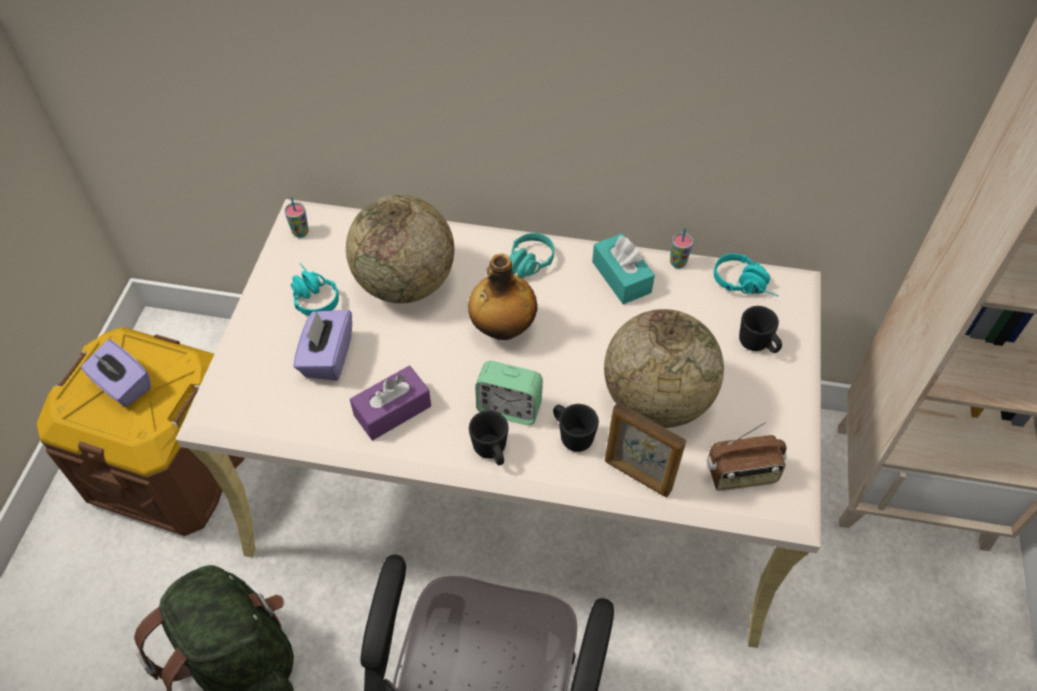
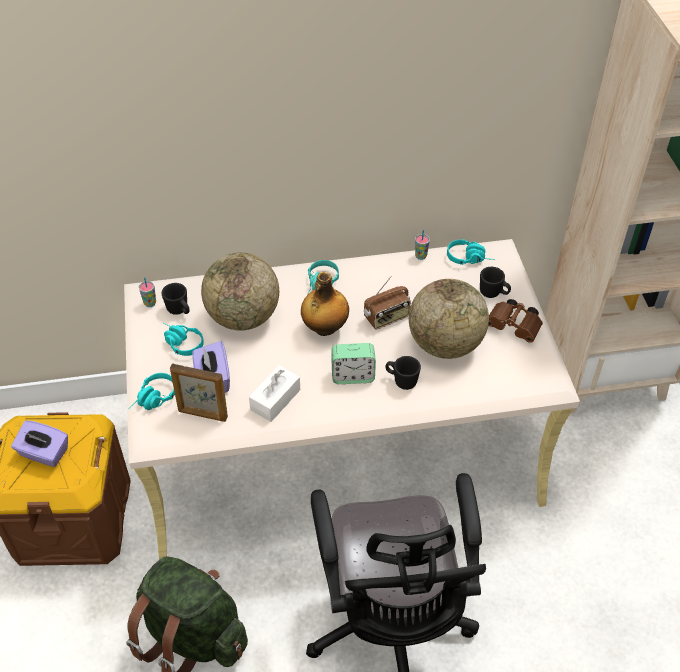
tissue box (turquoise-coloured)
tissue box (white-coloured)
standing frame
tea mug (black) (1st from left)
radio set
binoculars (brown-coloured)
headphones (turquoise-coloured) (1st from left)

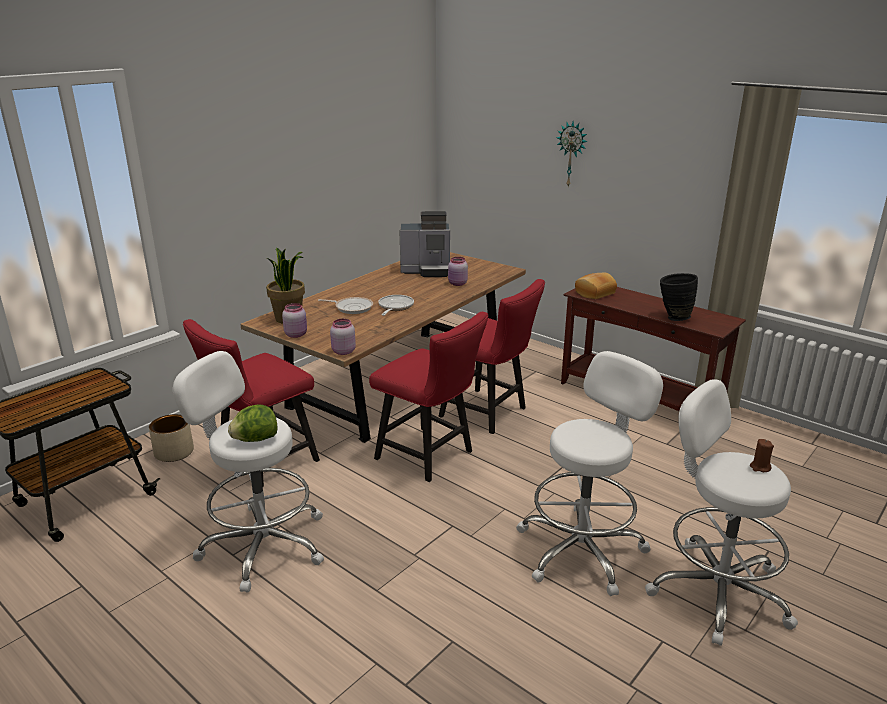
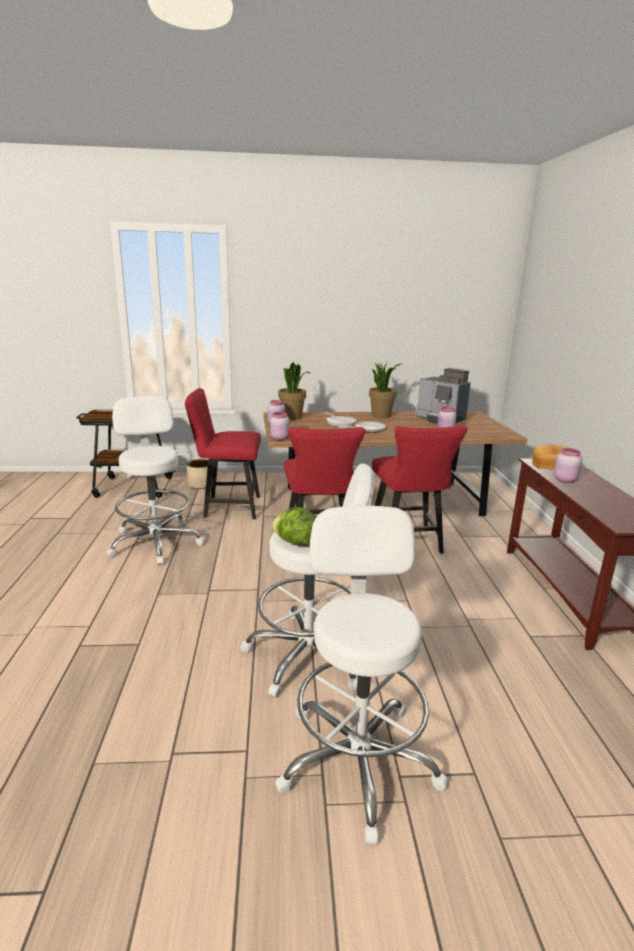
hanging clock
flower vase (black)
lettuce
wax candle (brown-coloured)
potted plant (2nd from left)
storage jar (pink-coloured) (4th from left)

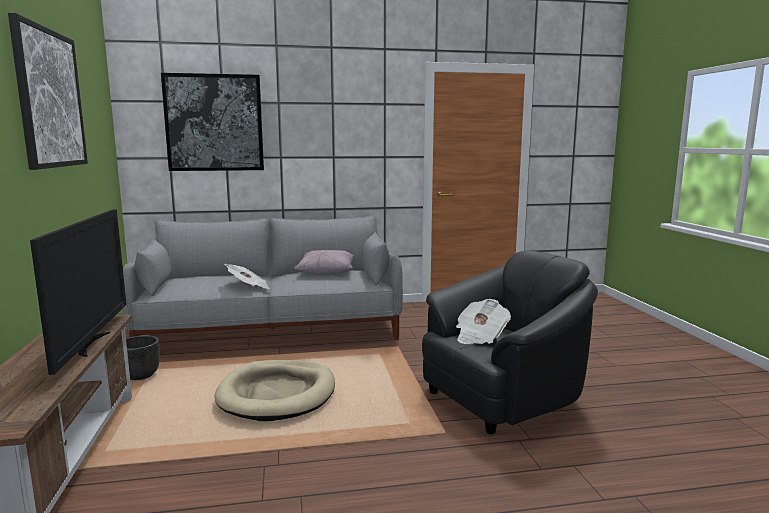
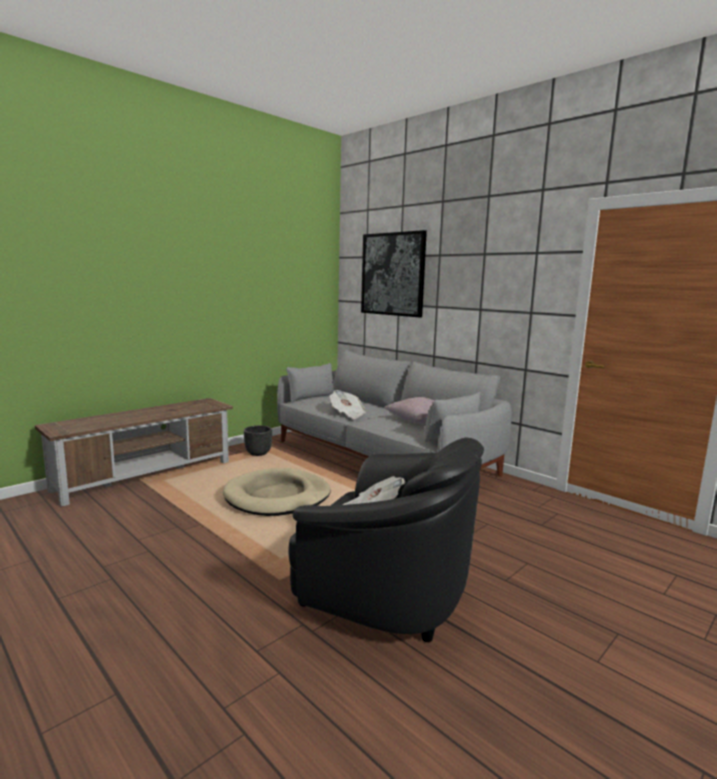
wall picture (1st from left in the first image)
TV set

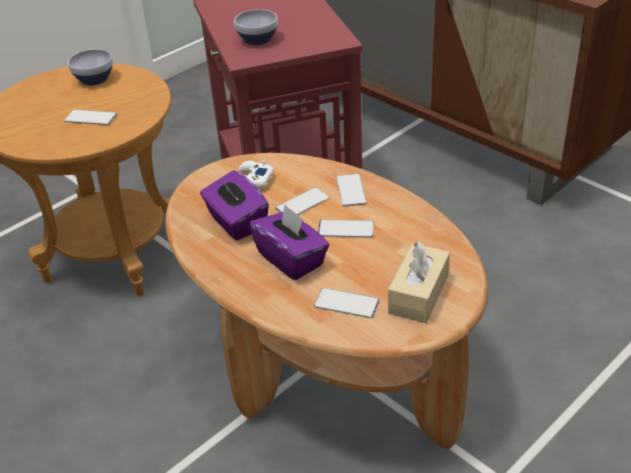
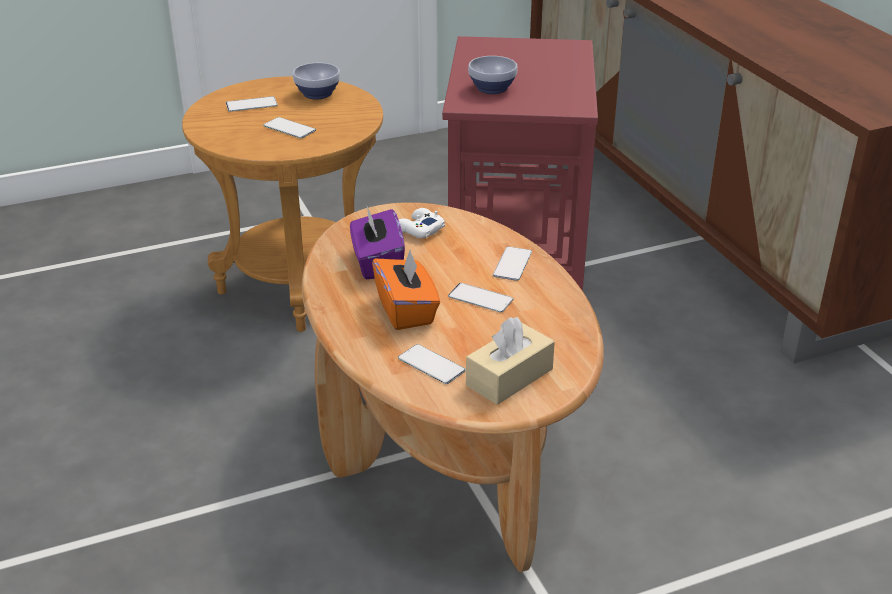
handset (1st from left)
tissue box (orange-coloured)

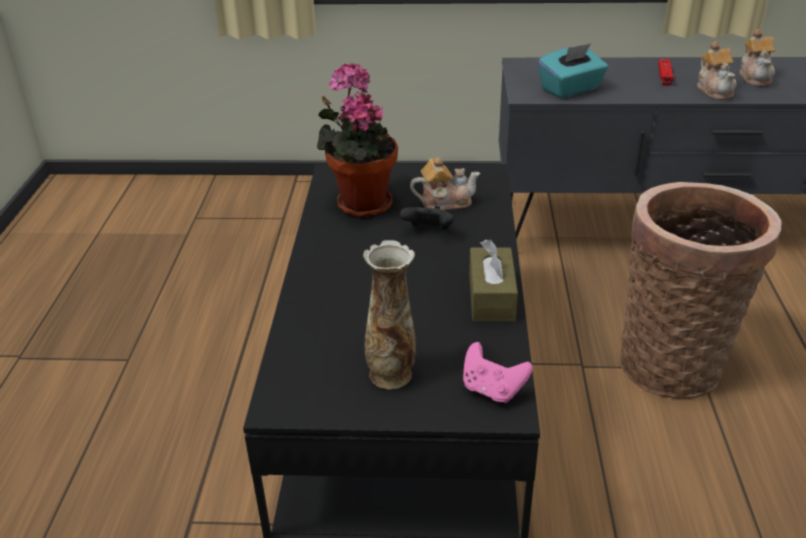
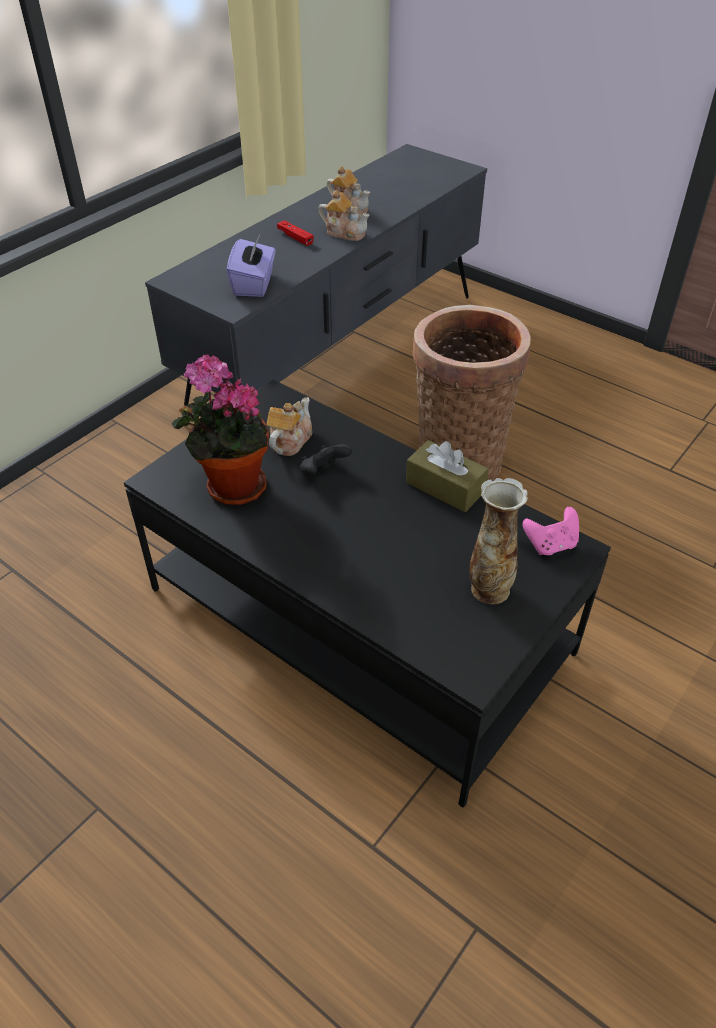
tissue box (purplish)

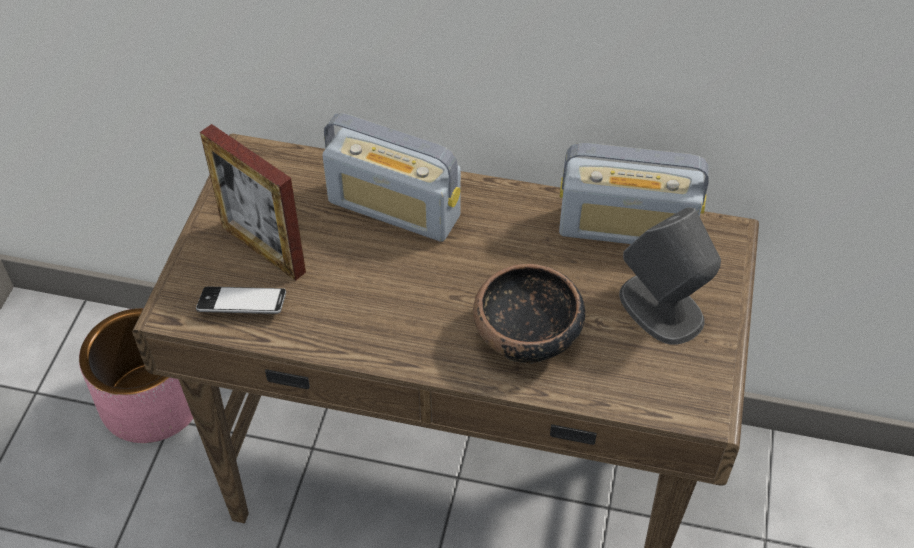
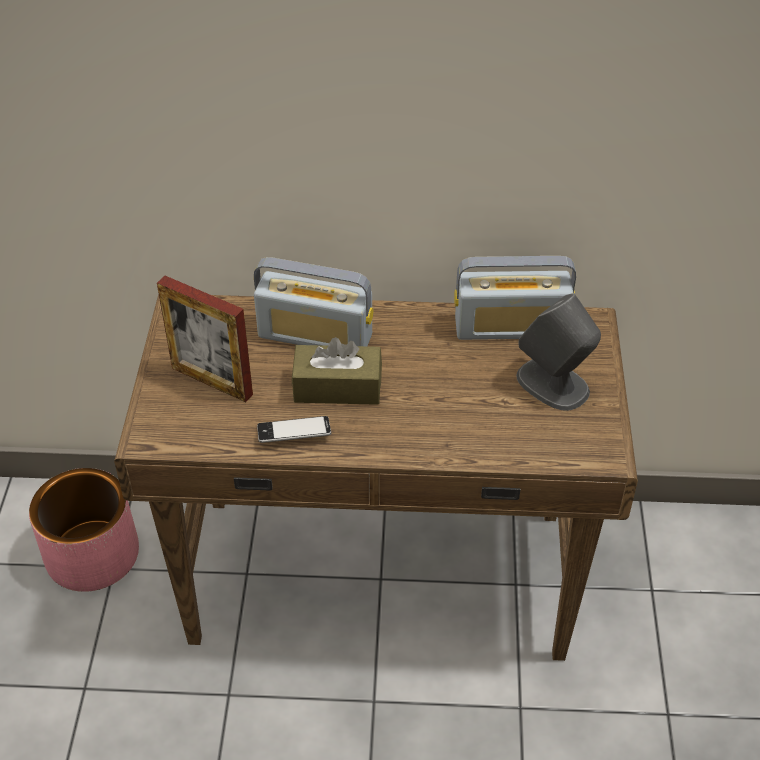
deep dish
handset
tissue box (brown-coloured)

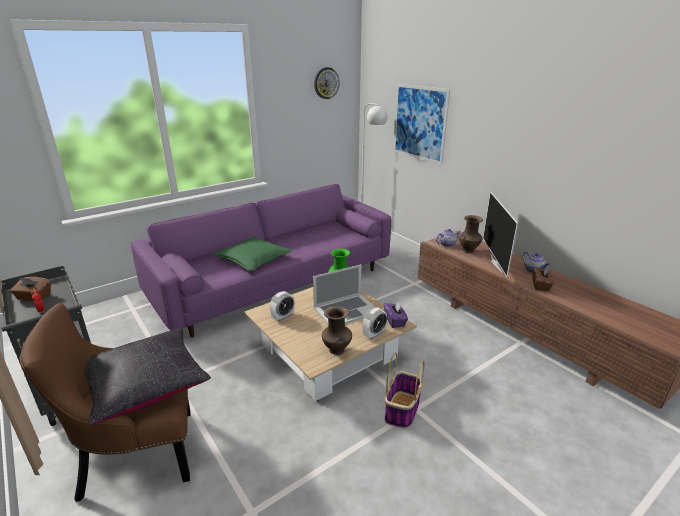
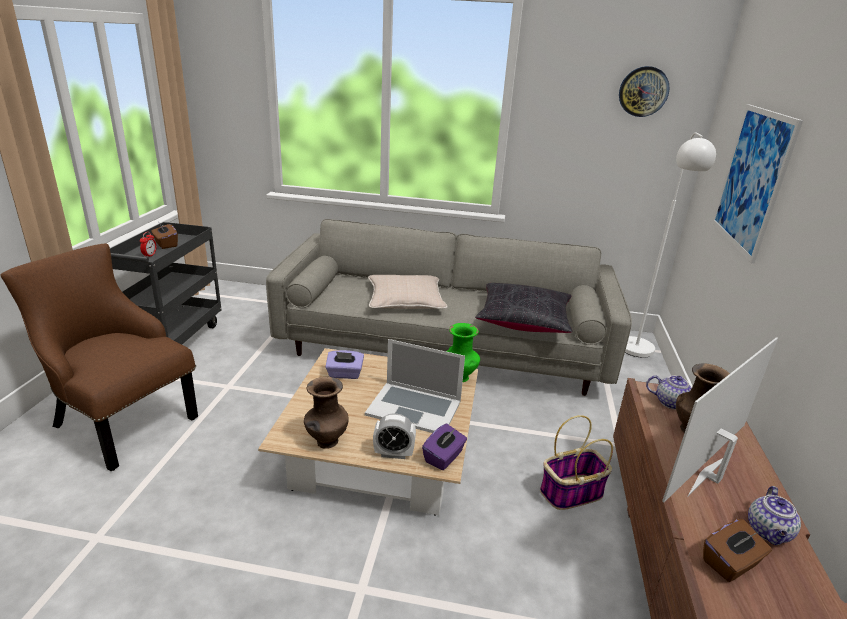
settee (greyish)
pillow (beige)
tissue box (purplish) (1st from left)
pillow (black)
storage basket

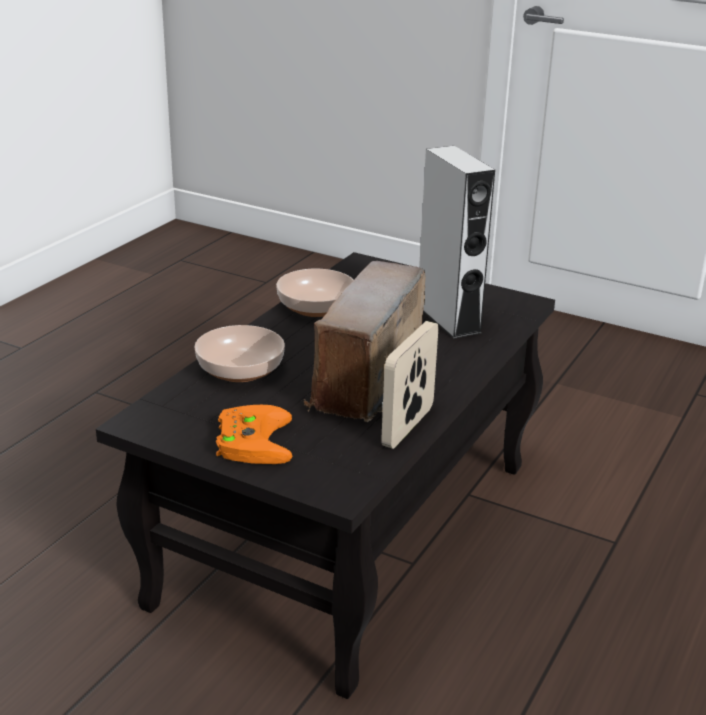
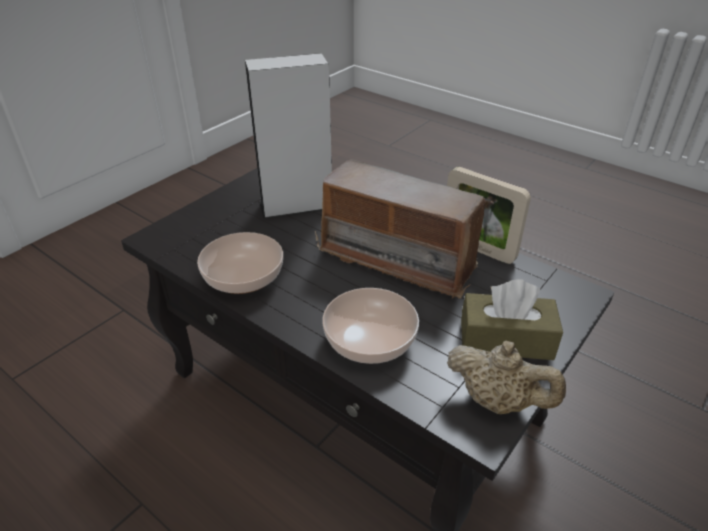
tissue box (brown-coloured)
pot for tea (beige)

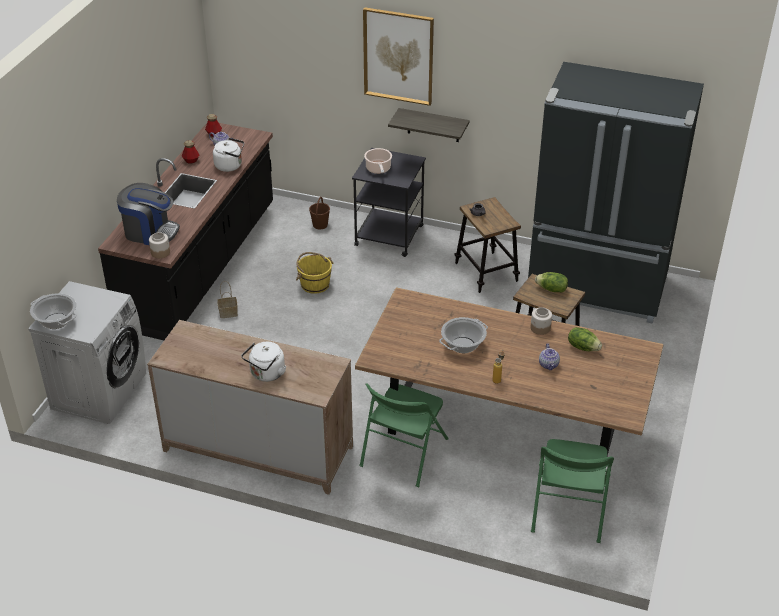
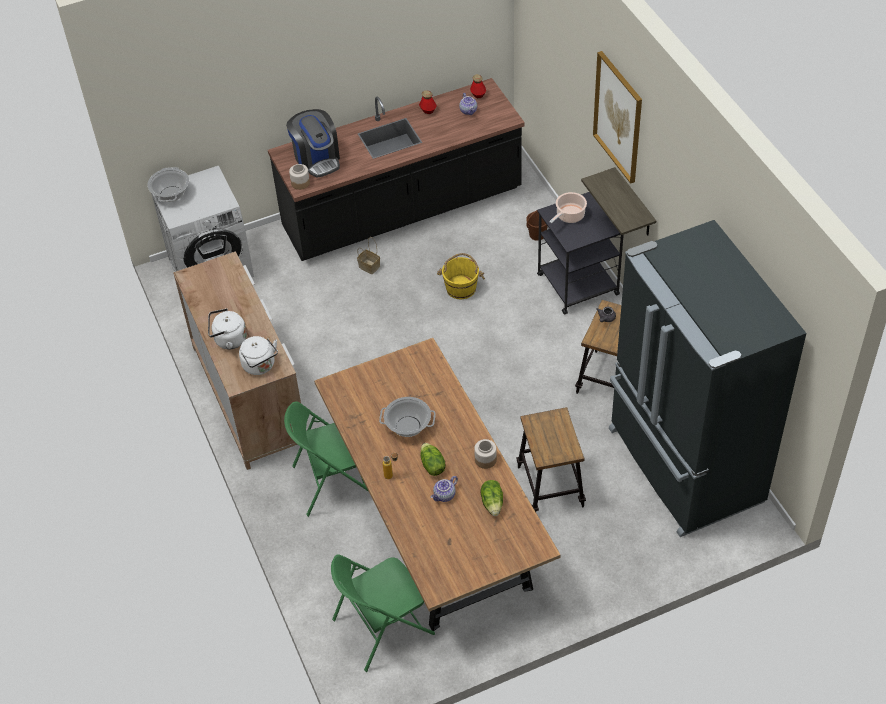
water kettle (white-coloured) (2nd from left)
lettuce (1st from left)

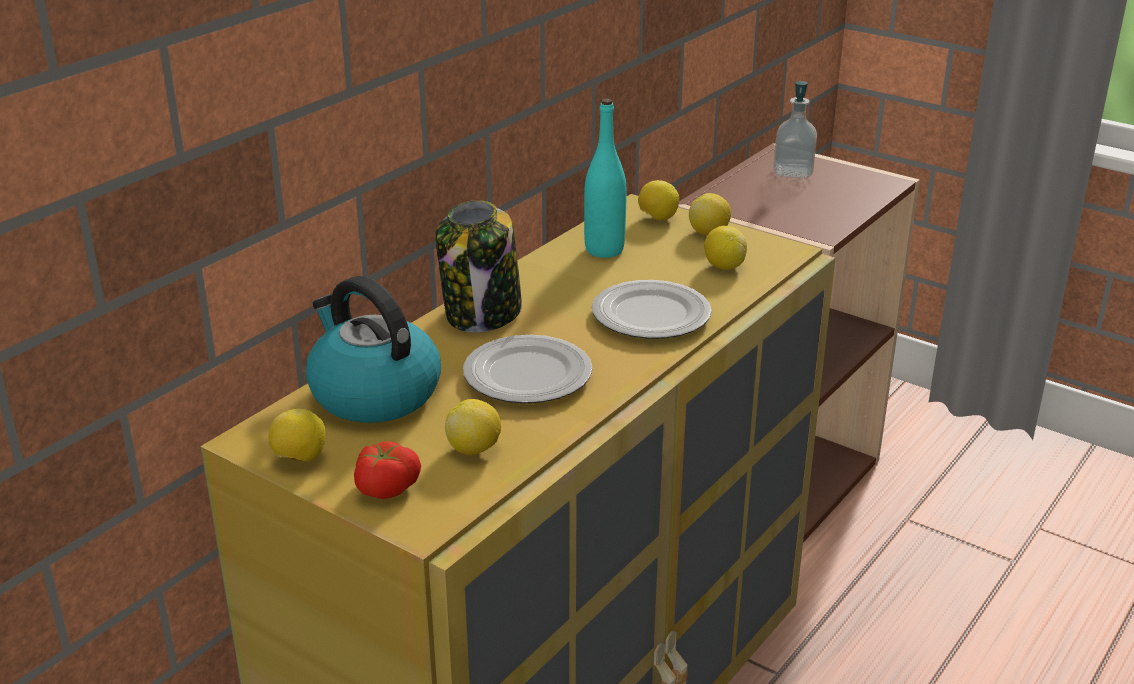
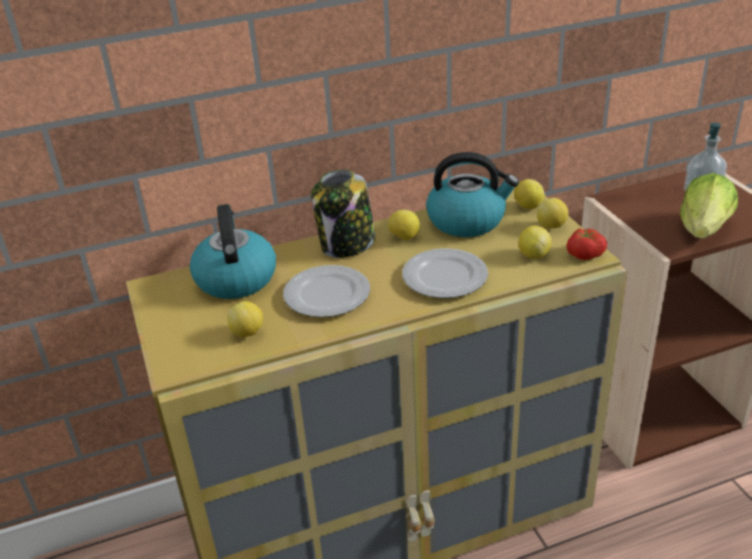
water kettle (2nd from left)
whole lemon (2nd from left)
tomato
lettuce

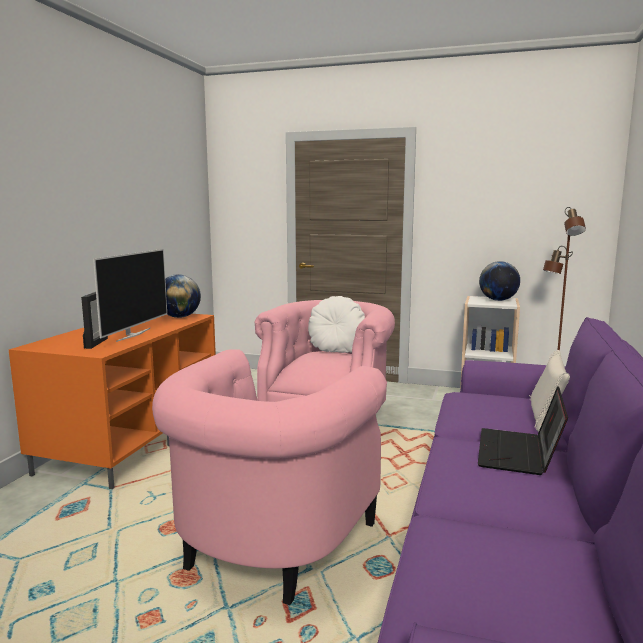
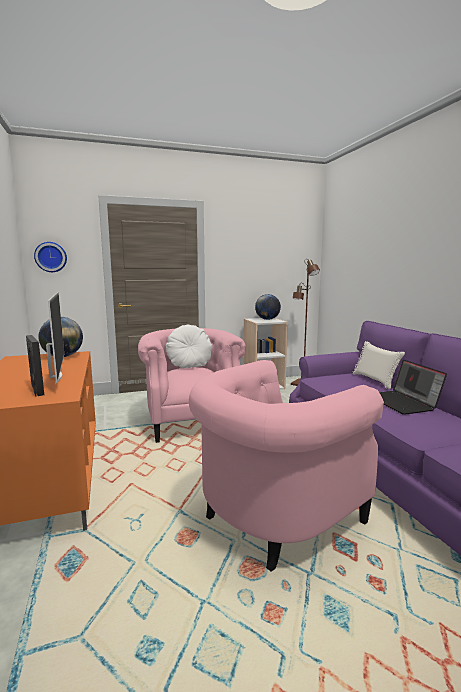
easy chair (pink-coloured) (2nd from left)
hanging clock

